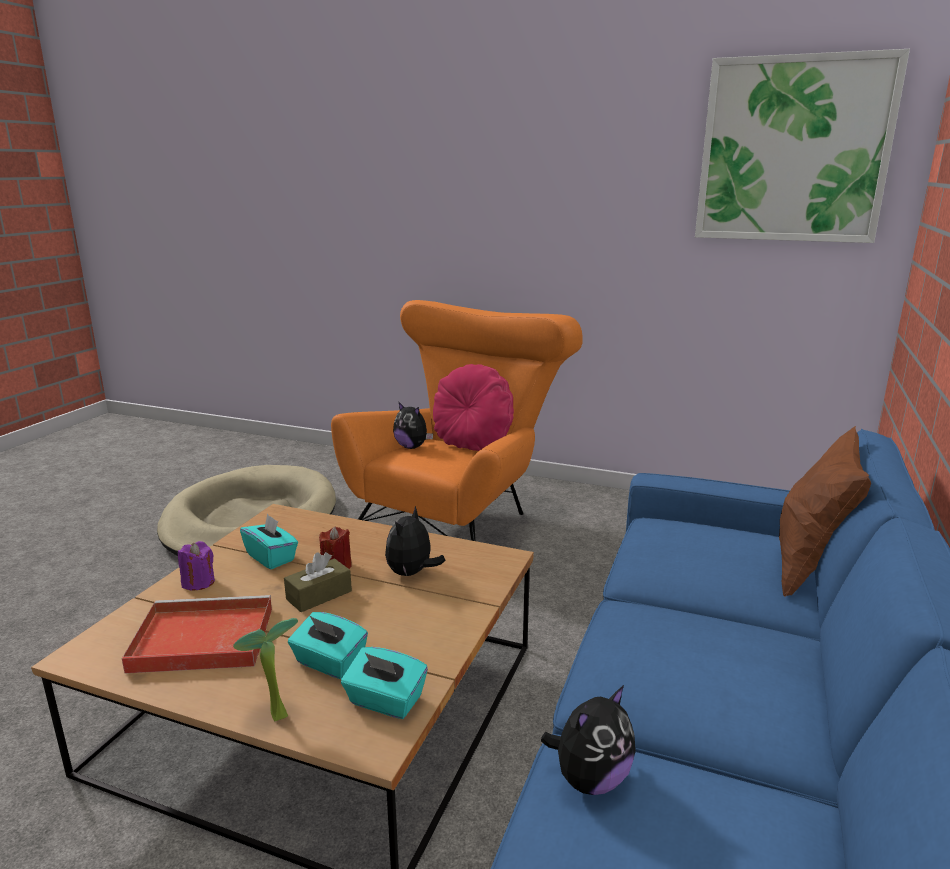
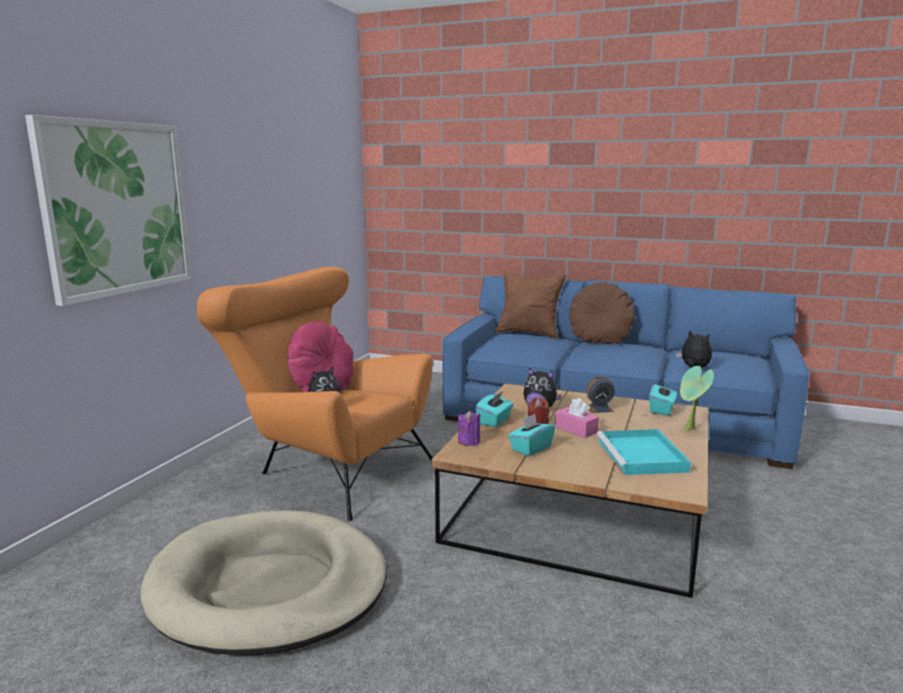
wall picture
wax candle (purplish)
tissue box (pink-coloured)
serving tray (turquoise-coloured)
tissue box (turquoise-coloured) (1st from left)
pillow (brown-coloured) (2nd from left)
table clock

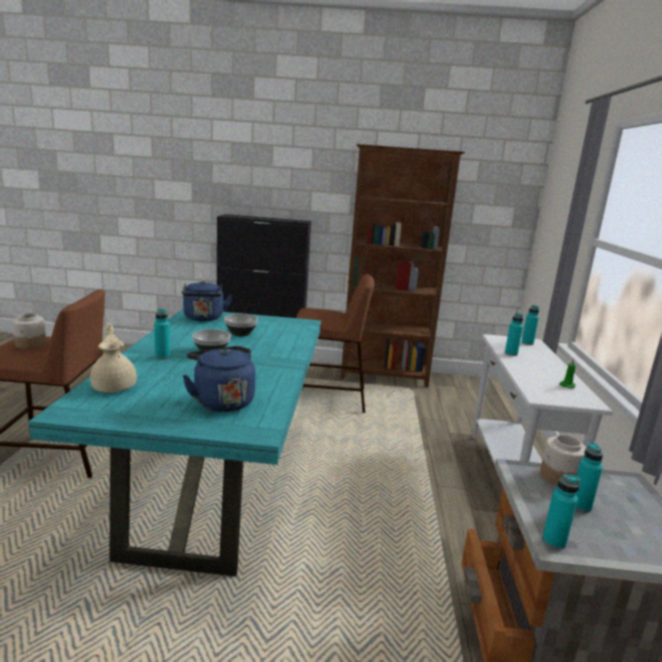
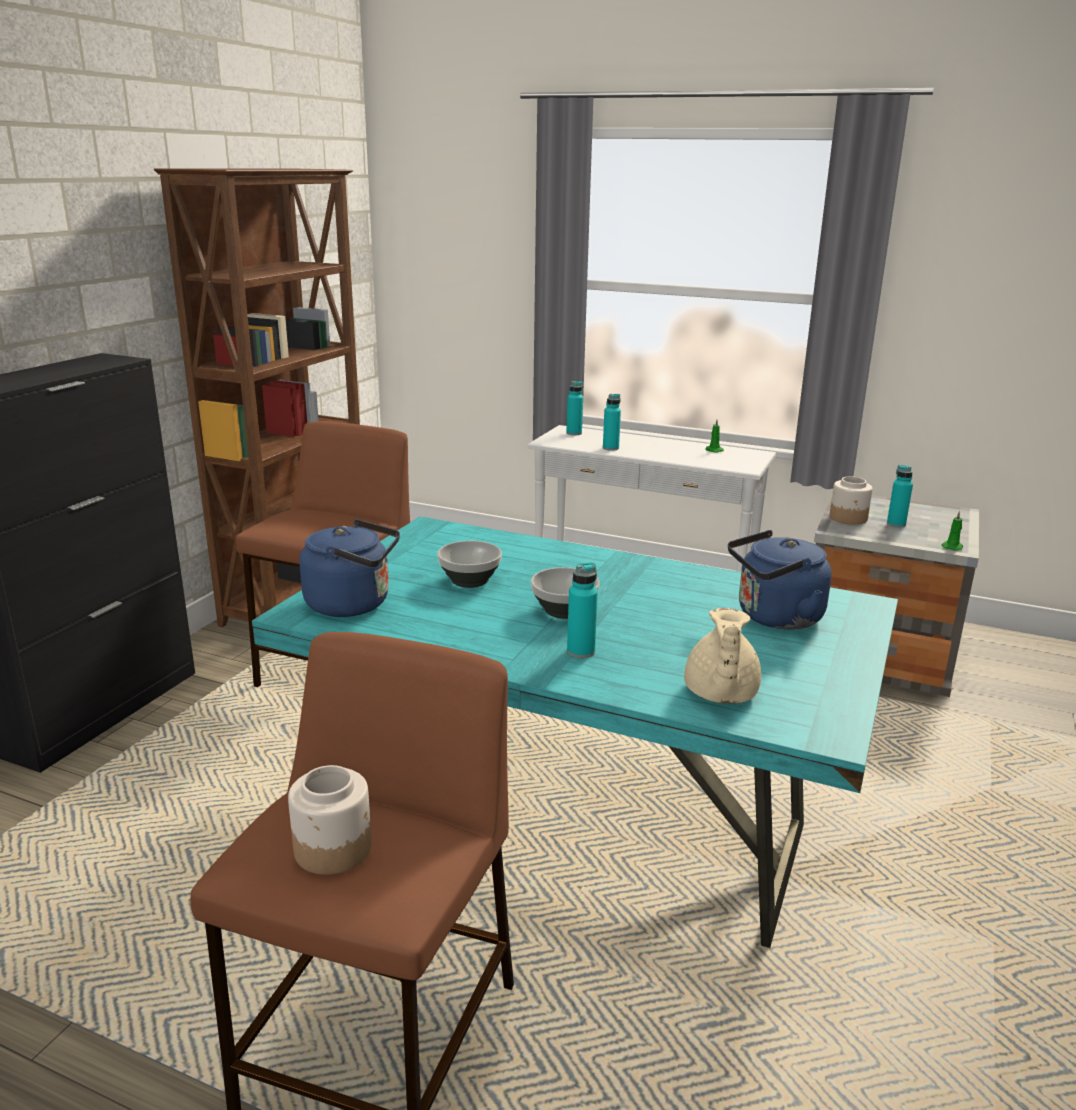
pot for tea (beige)
wax candle (green) (2nd from left)

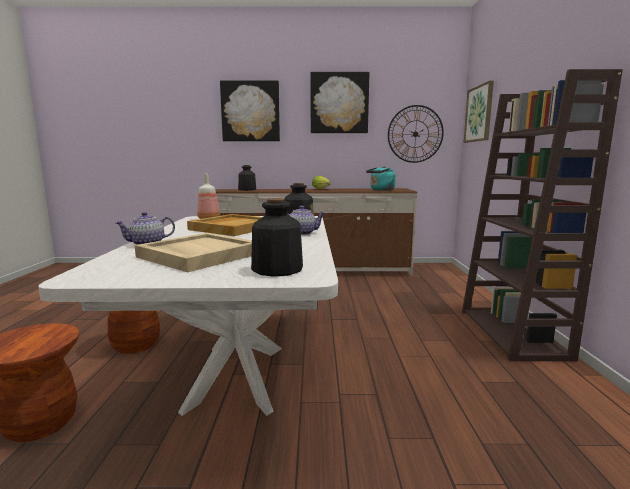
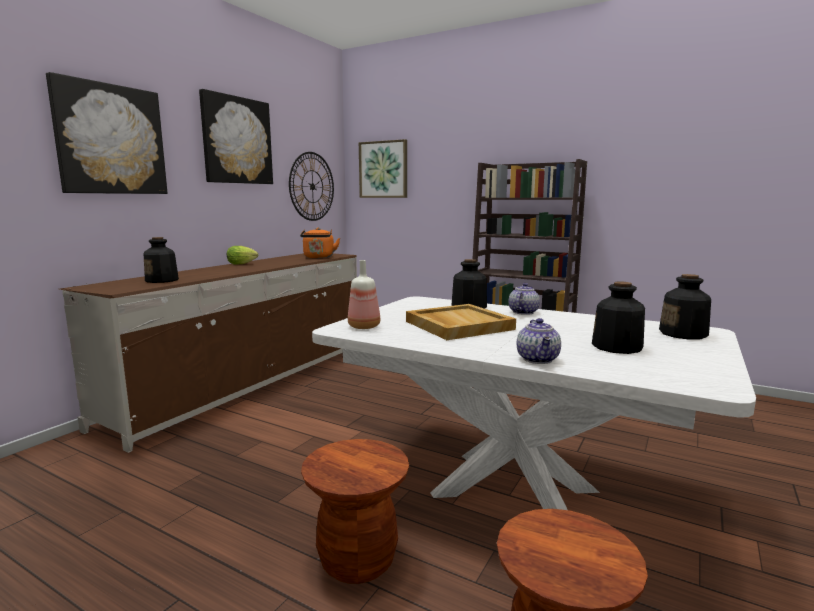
water kettle (orange-coloured)
drink bottle (4th from left)

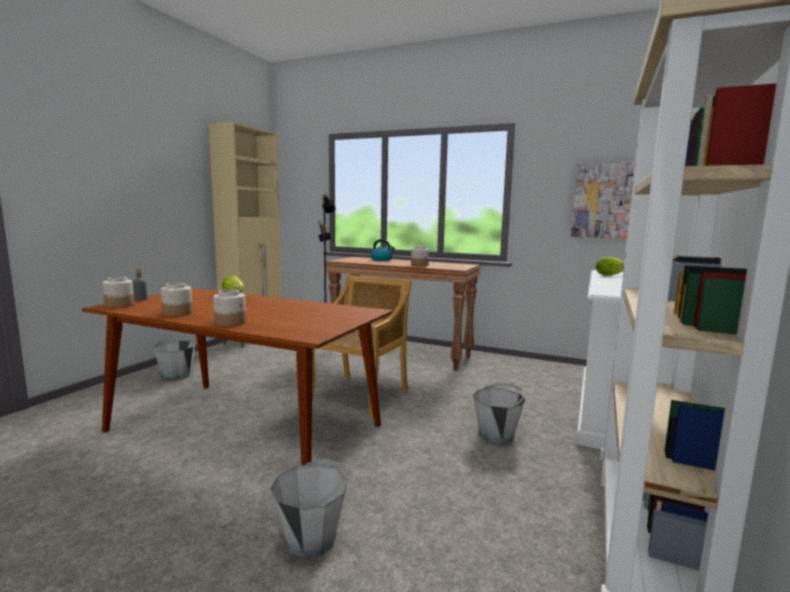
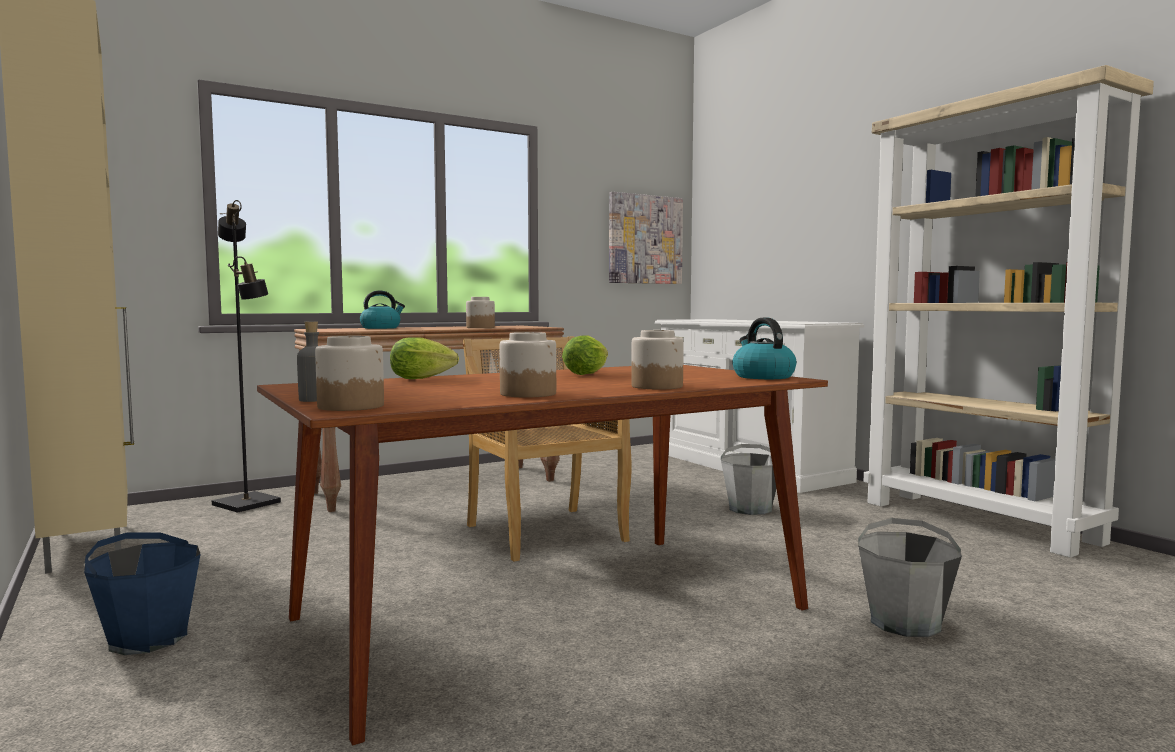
lettuce (2nd from left)
pail (blue)
water kettle (2nd from left)

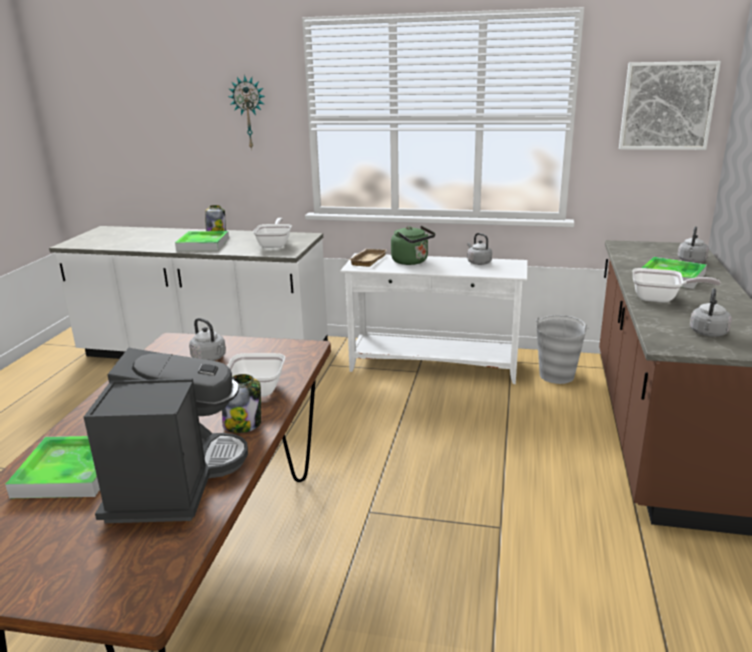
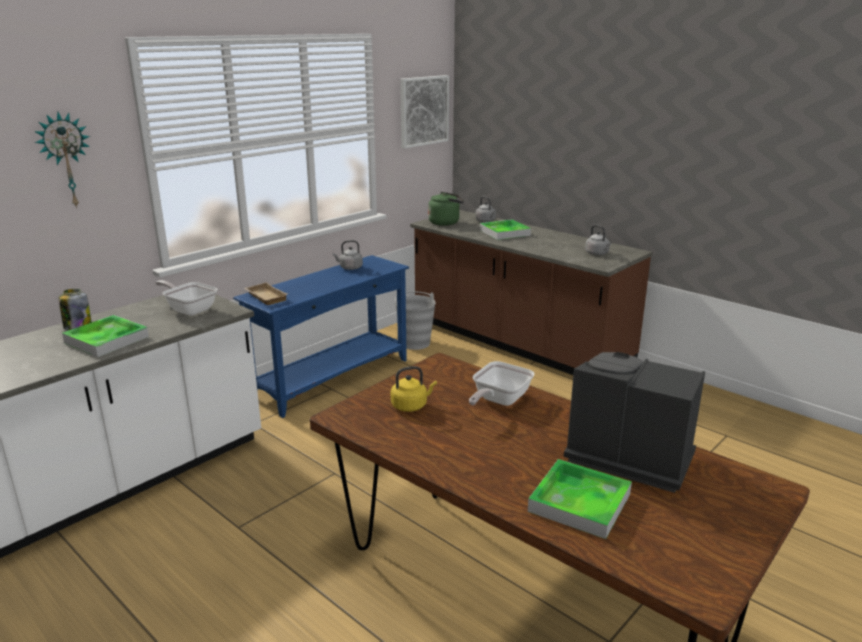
water kettle (green)
narrow table (blue)
frying pan (3rd from left in the first image)
water kettle (yellow-coloured)
storage jar (2nd from left in the first image)

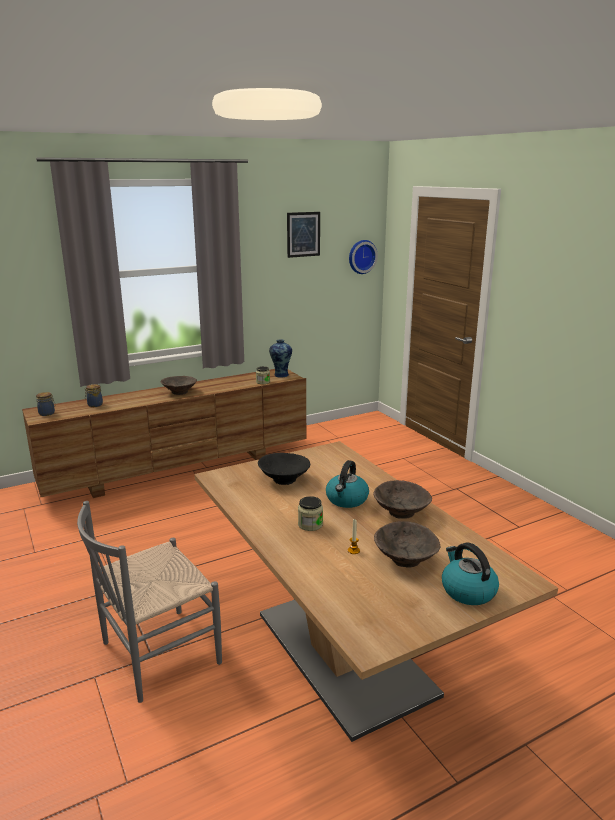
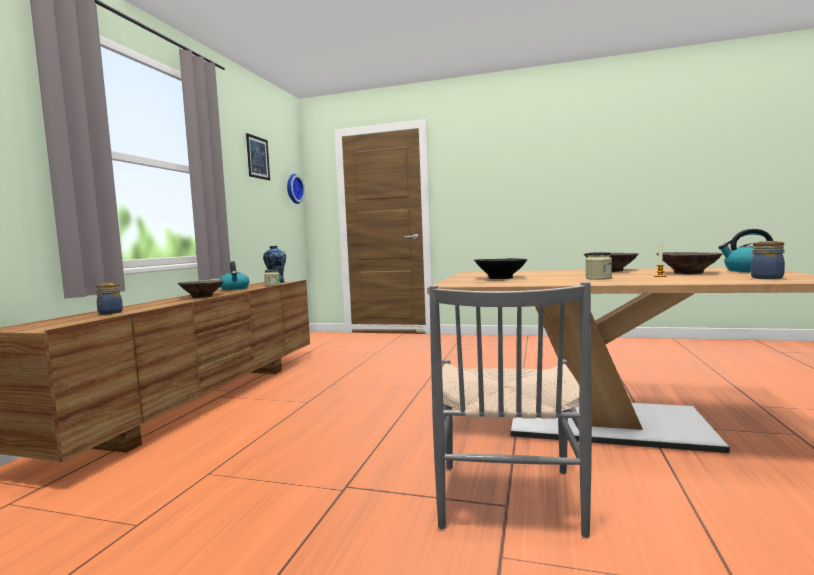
storage jar (4th from left)
water kettle (1st from left)

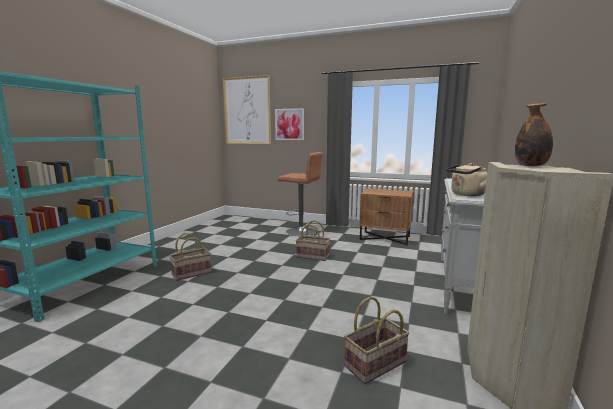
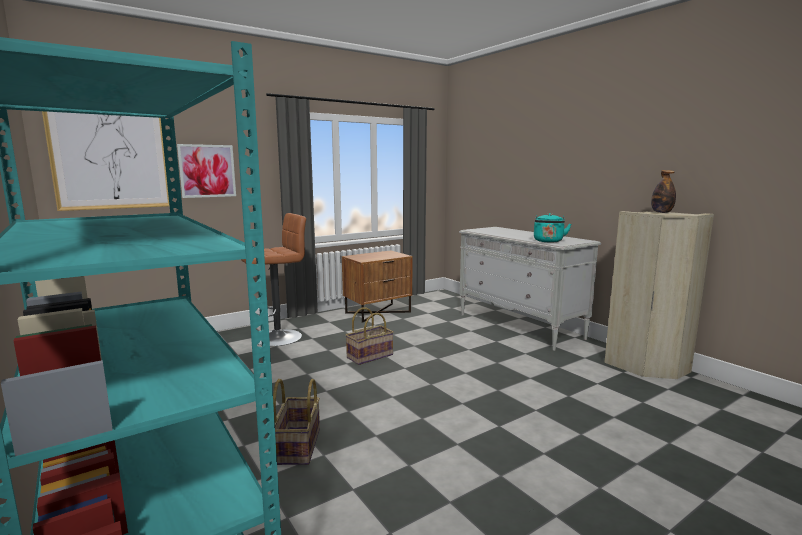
water kettle (turquoise-coloured)
storage basket (3rd from left in the first image)

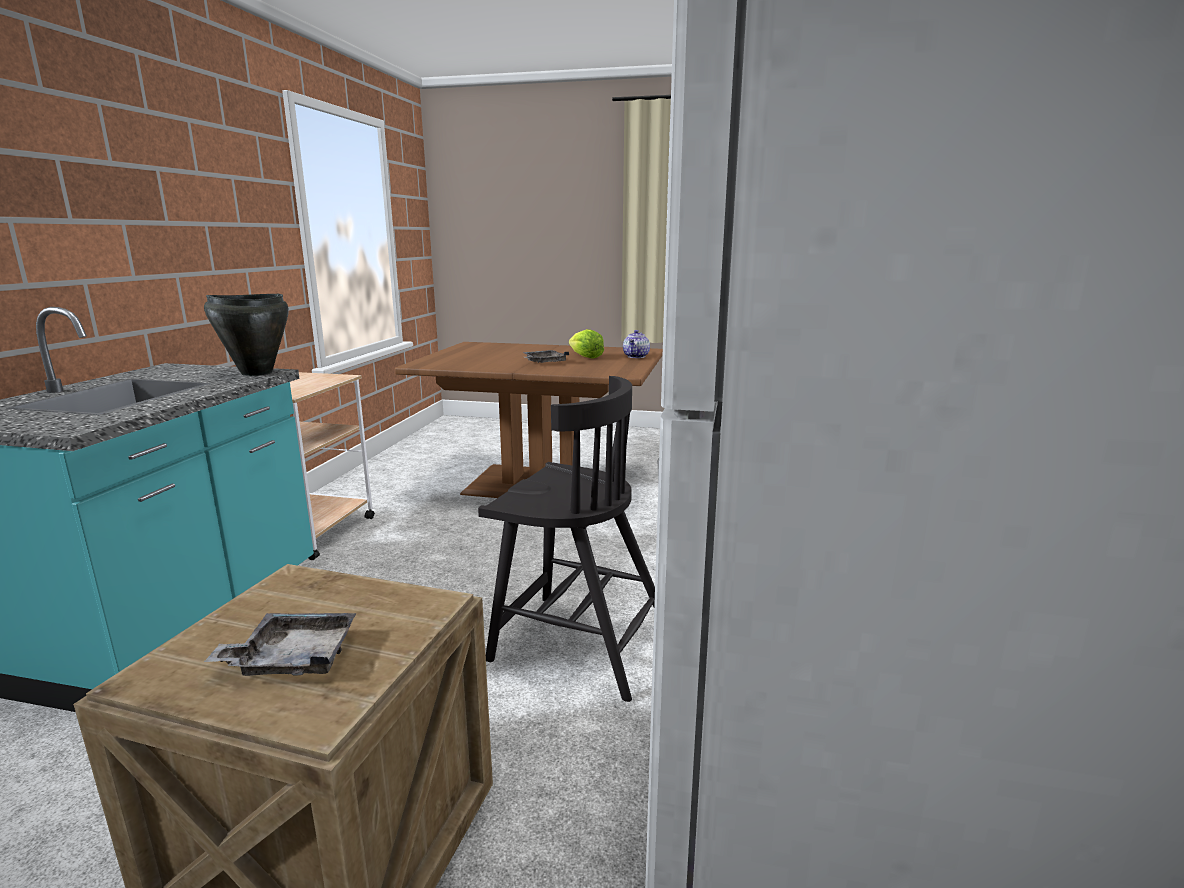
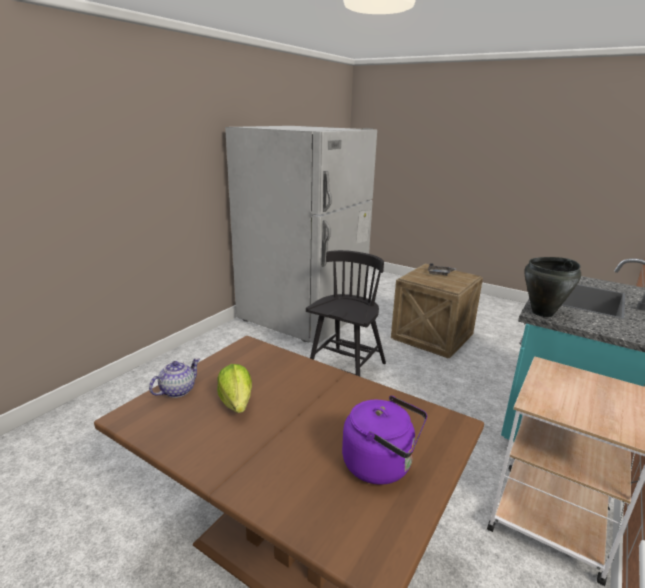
serving tray (greyish) (2nd from left in the first image)
chair (black)
water kettle (purplish)

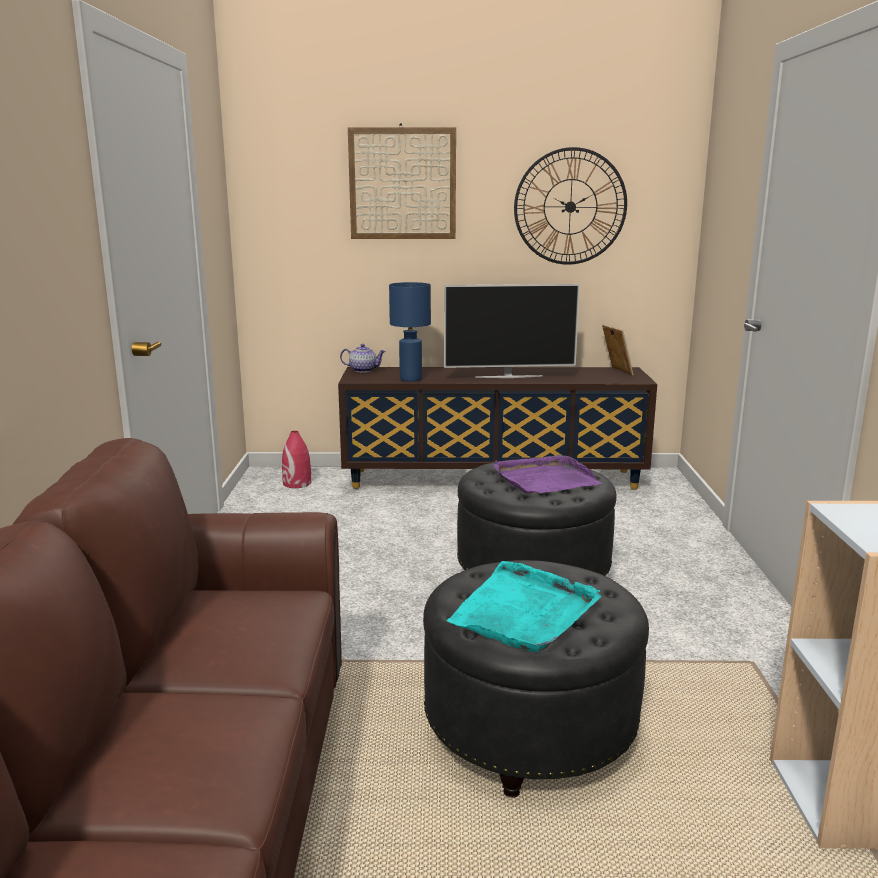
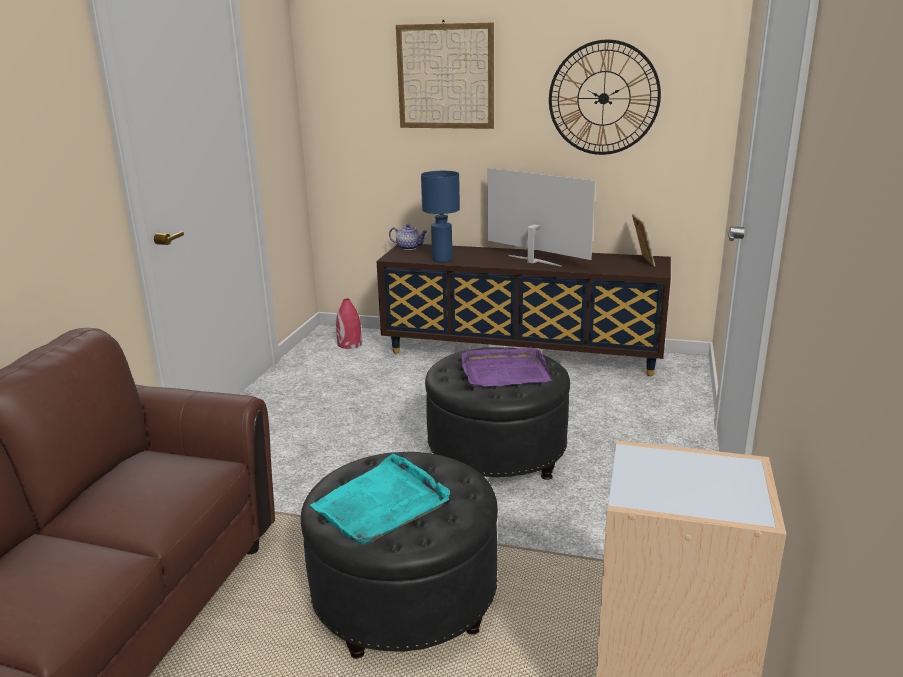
TV set

